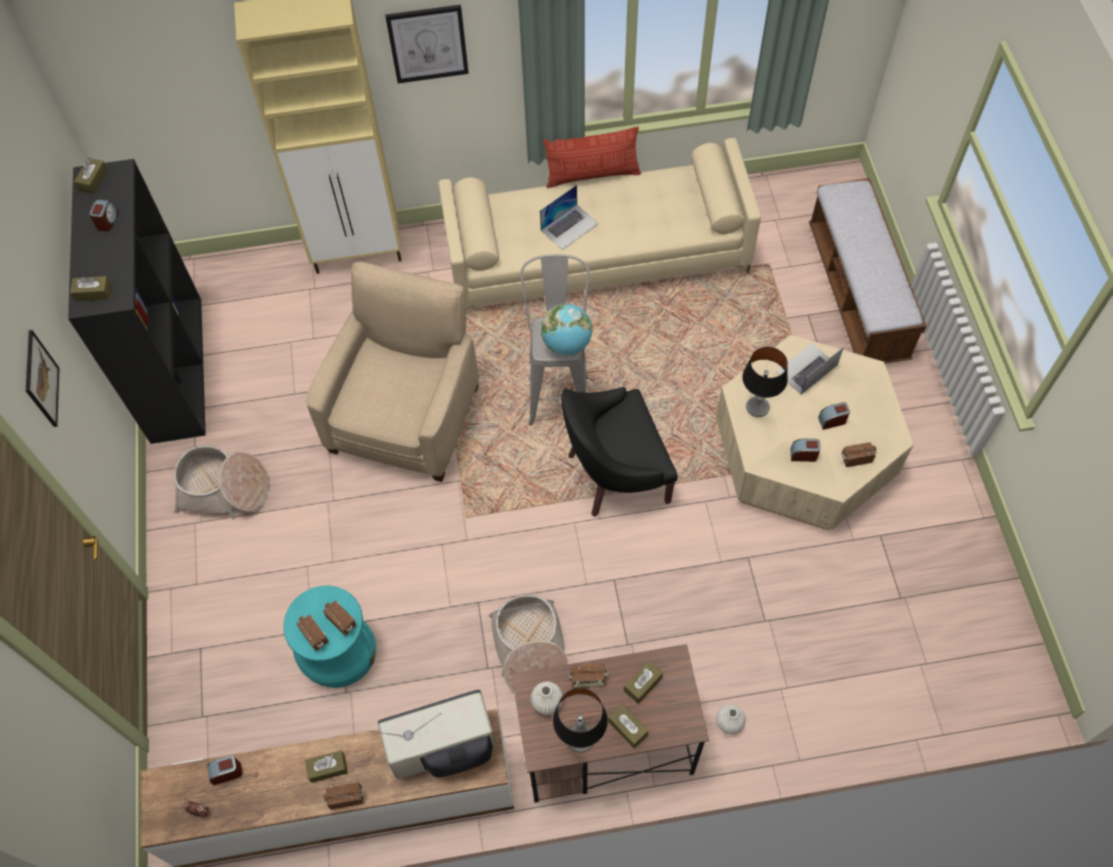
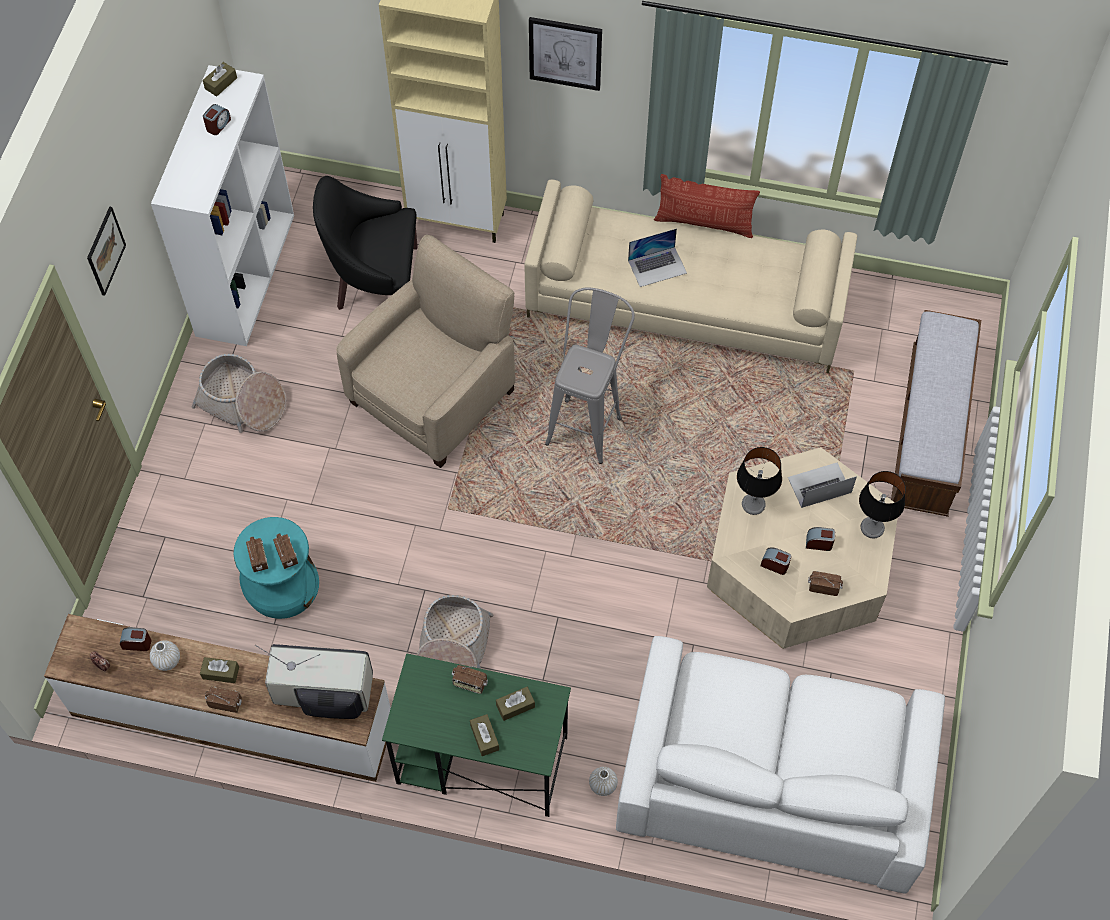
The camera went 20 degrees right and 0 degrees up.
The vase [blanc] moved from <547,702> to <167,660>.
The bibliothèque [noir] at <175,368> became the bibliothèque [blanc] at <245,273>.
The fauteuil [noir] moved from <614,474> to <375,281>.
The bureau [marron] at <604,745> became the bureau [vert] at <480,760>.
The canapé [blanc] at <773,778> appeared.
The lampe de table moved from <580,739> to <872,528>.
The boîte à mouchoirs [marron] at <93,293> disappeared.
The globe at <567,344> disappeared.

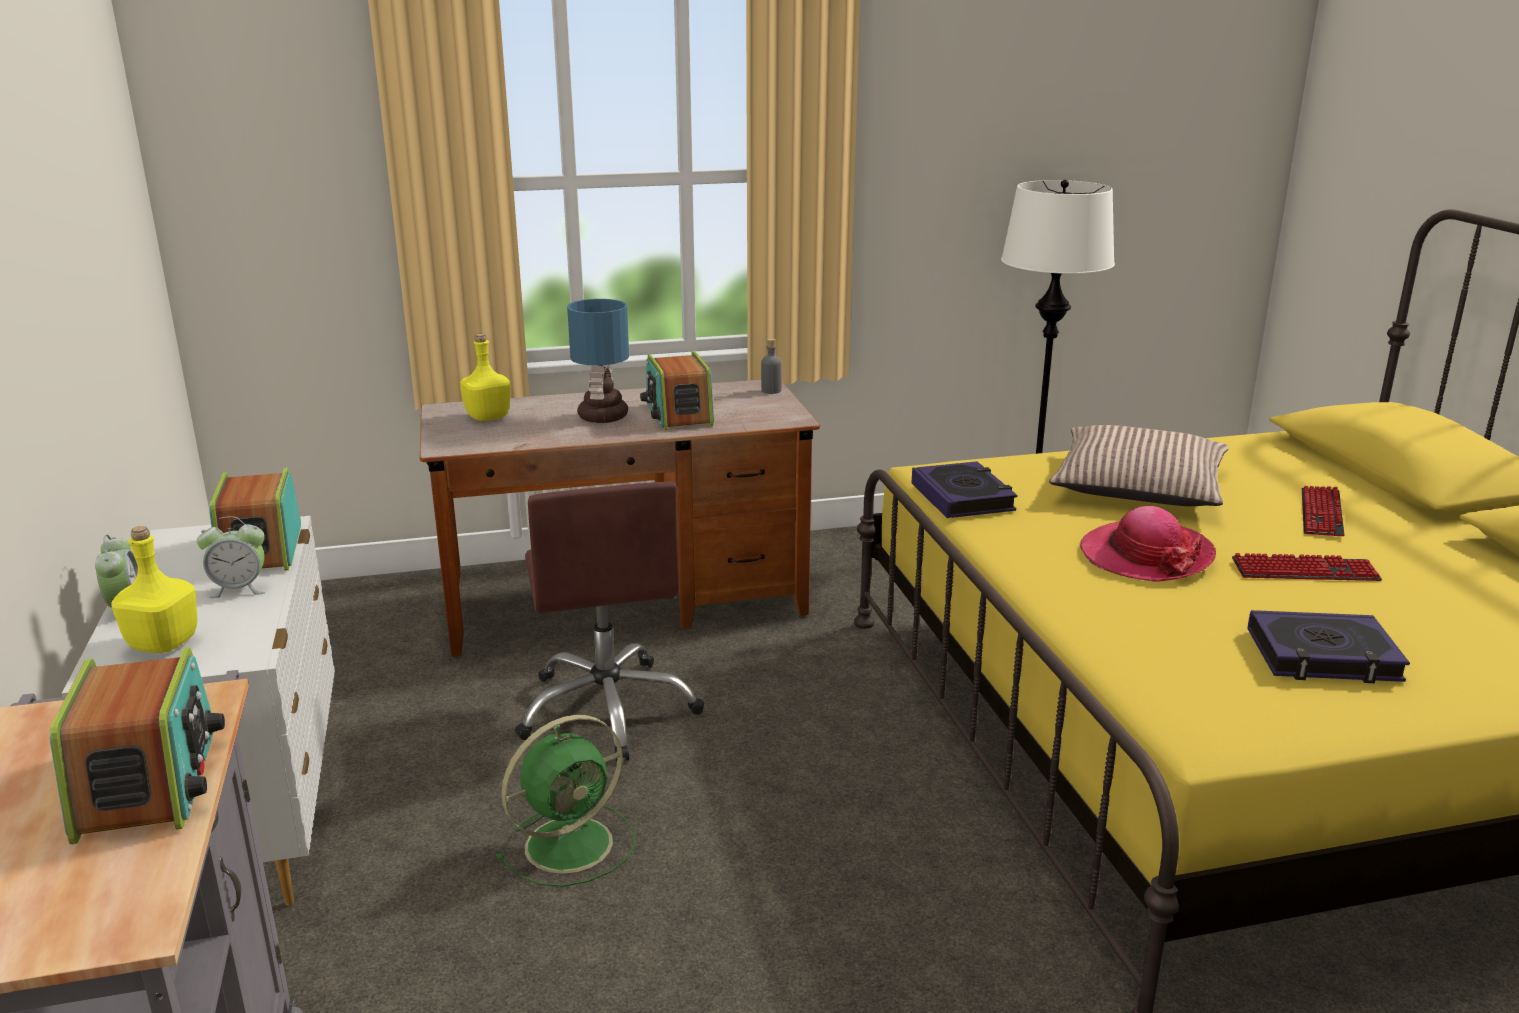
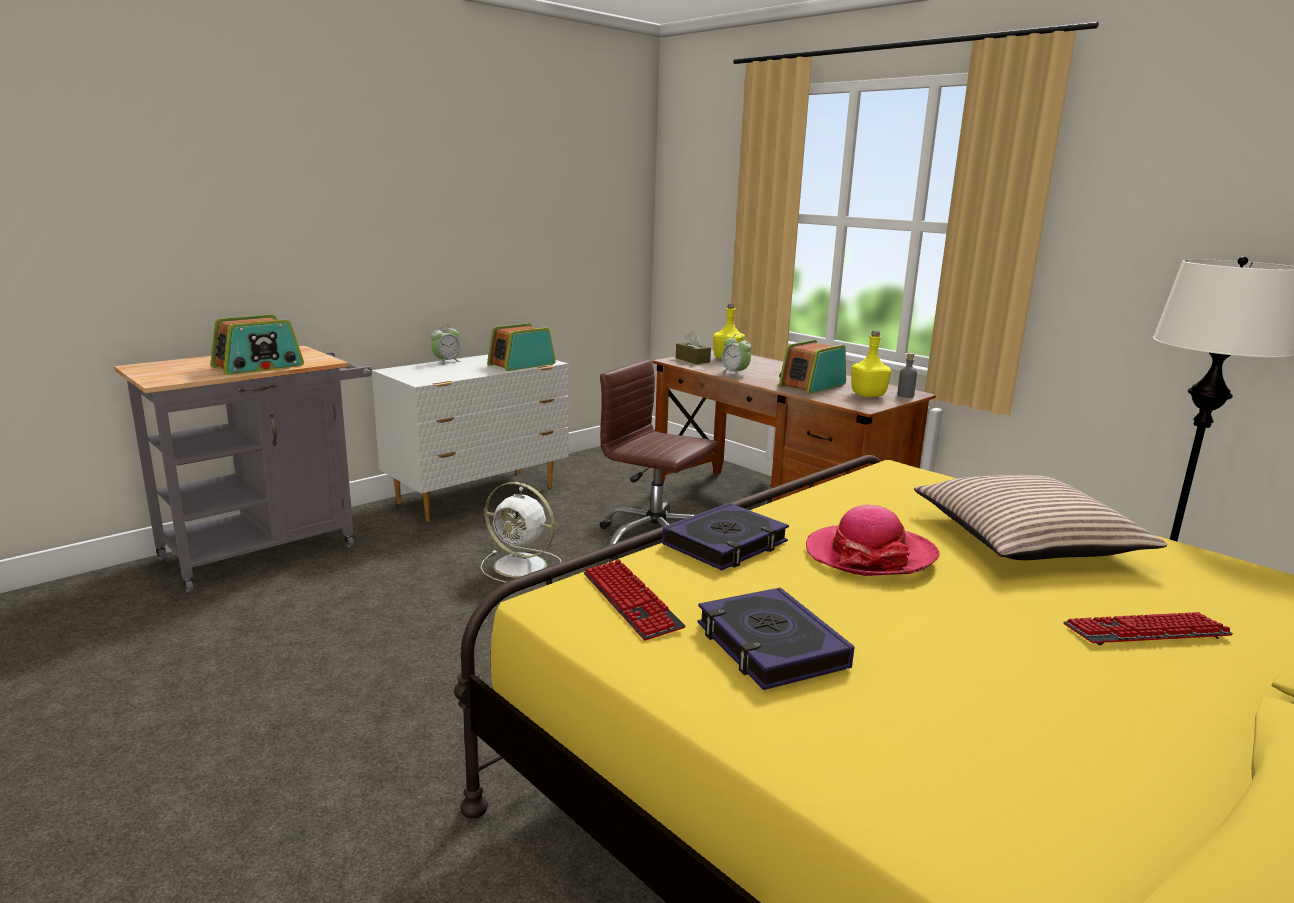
The camera went 60 degrees right and 5 degrees down.
The ventilateur [vert] at <572,843> became the ventilateur [blanc] at <522,566>.
The clavier moved from <1305,571> to <631,601>.
The chaise de bureau [marron] at <608,709> turned 75 degrees clockwise.
The livre moved from <962,497> to <725,544>.
The boîte à mouchoirs [marron] at <692,360> appeared.
The réveil moved from <239,589> to <735,373>.
The bouteille [jaune] moved from <165,643> to <868,395>.
The lampe de table at <603,417> disappeared.

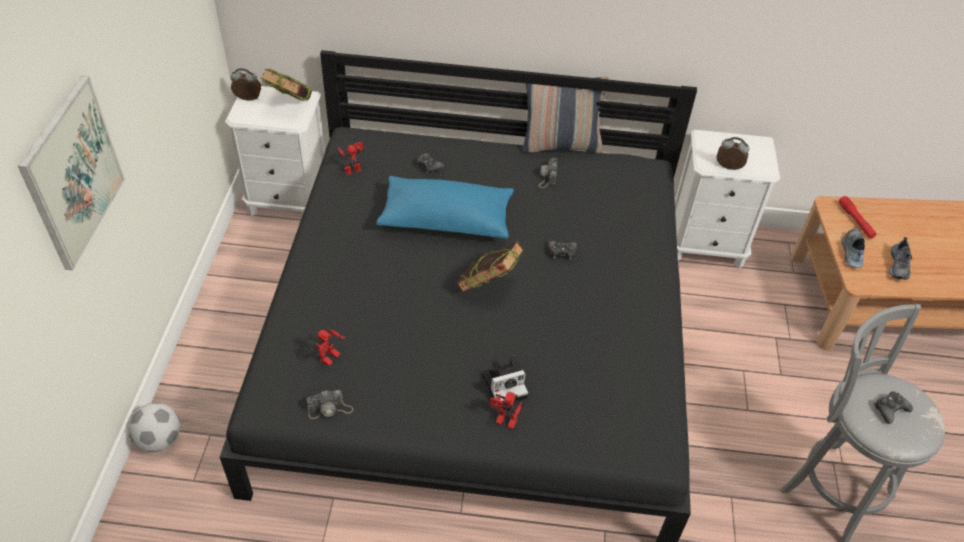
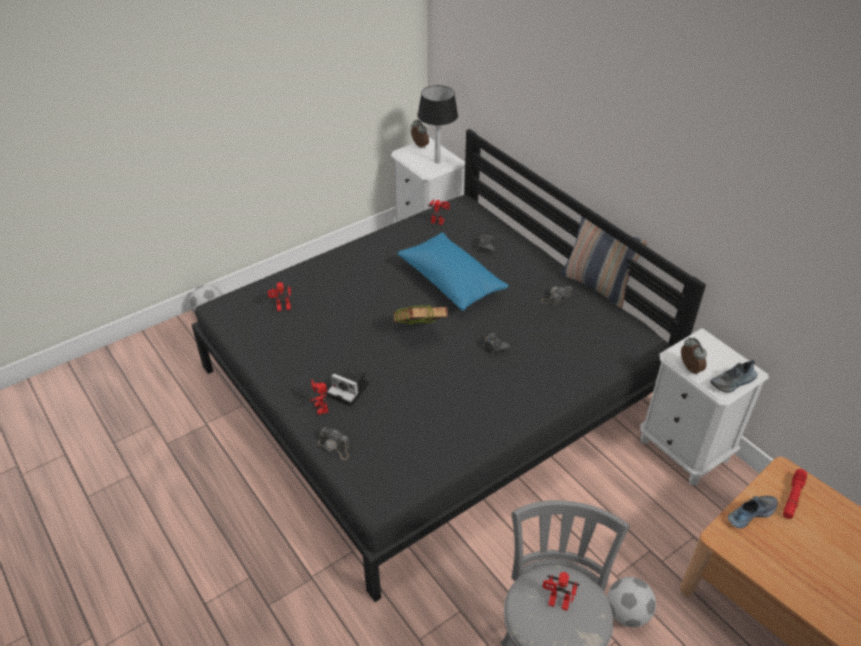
The camera went 50 degrees right and 5 degrees down.
The appareil photo moved from <330,409> to <335,447>.
The livre at <290,106> was replaced by the lampe de table at <437,161>.
The manette [noir] at <890,409> was replaced by the robot jouet at <556,604>.
The ballon de foot at <627,613> appeared.
The chaussure moved from <899,265> to <733,383>.
The tableau at <73,173> disappeared.

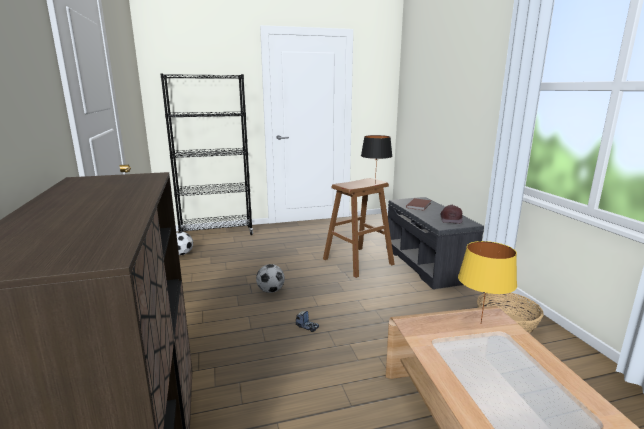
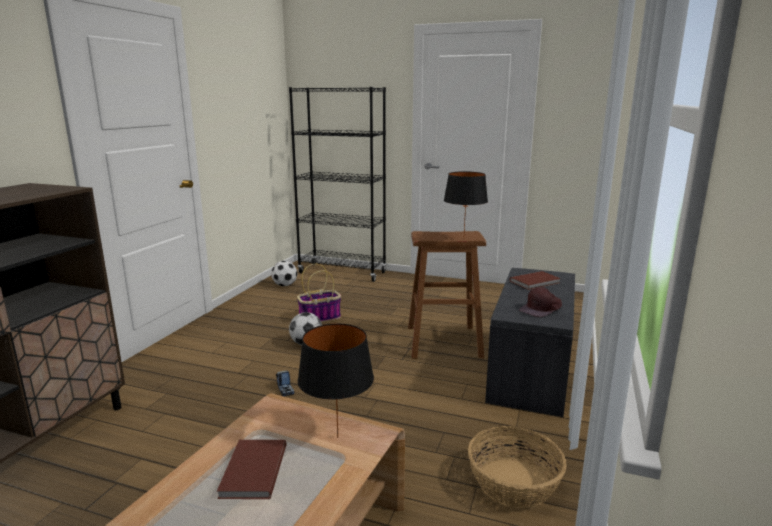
The camera went 35 degrees right and 0 degrees up.
The livre [marron] at <252,472> appeared.
The panier at <320,317> appeared.
The lampe de table [jaune] at <480,324> became the lampe de table [noir] at <336,437>.

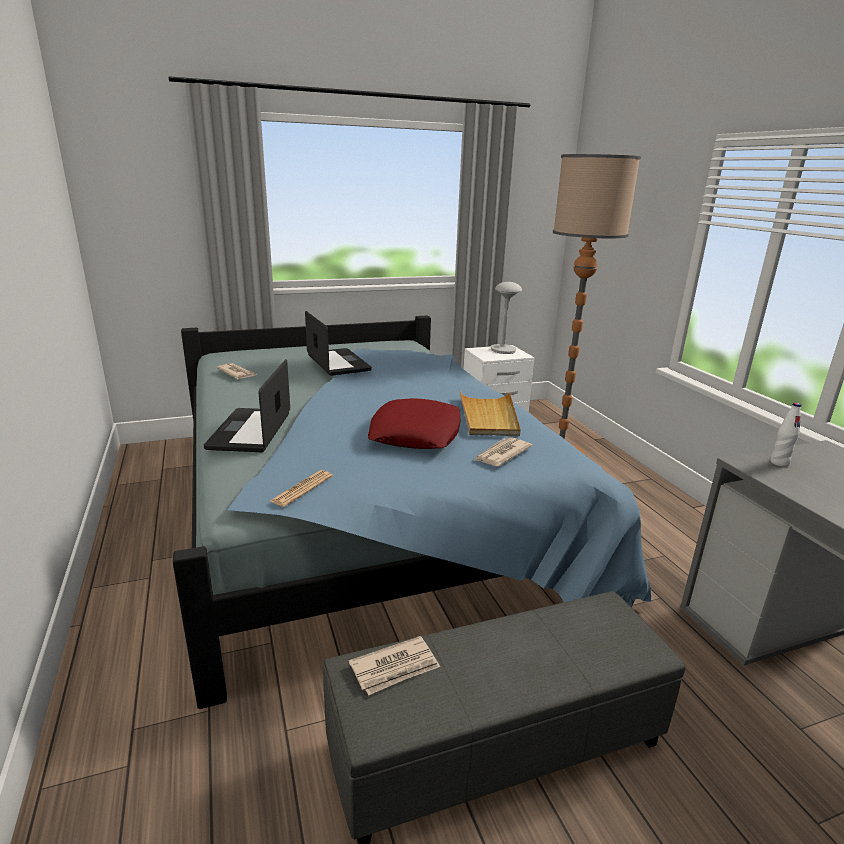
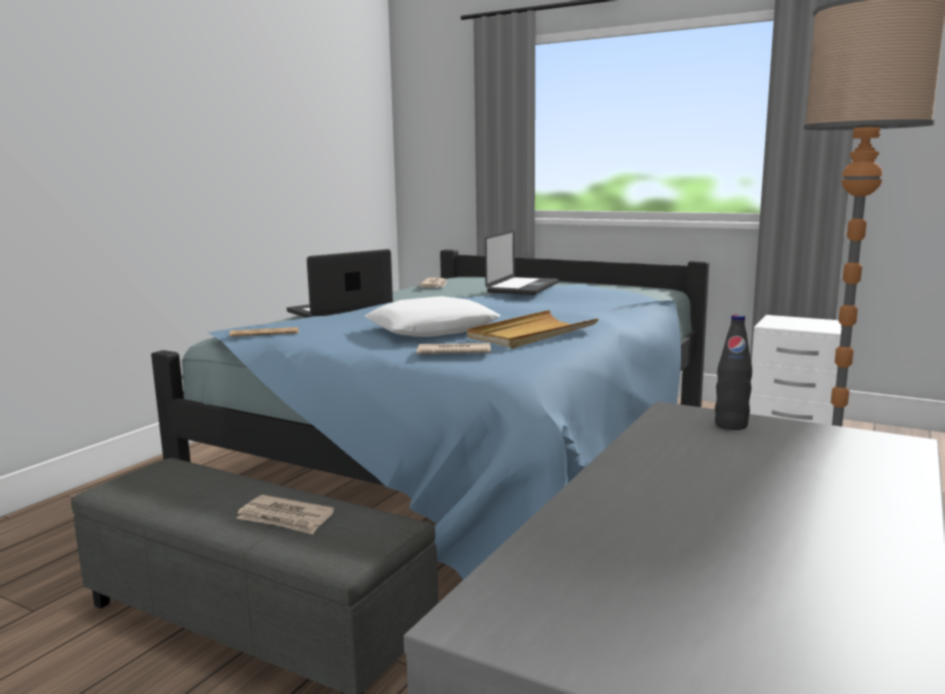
The camera went 50 degrees right and 10 degrees down.
The journal moved from <395,668> to <285,518>.
The coussin [rouge] at <416,433> became the coussin [blanc] at <432,329>.
The bouteille [blanc] at <779,462> became the bouteille [noir] at <731,425>.
The lampe de table [gris] at <502,350> disappeared.

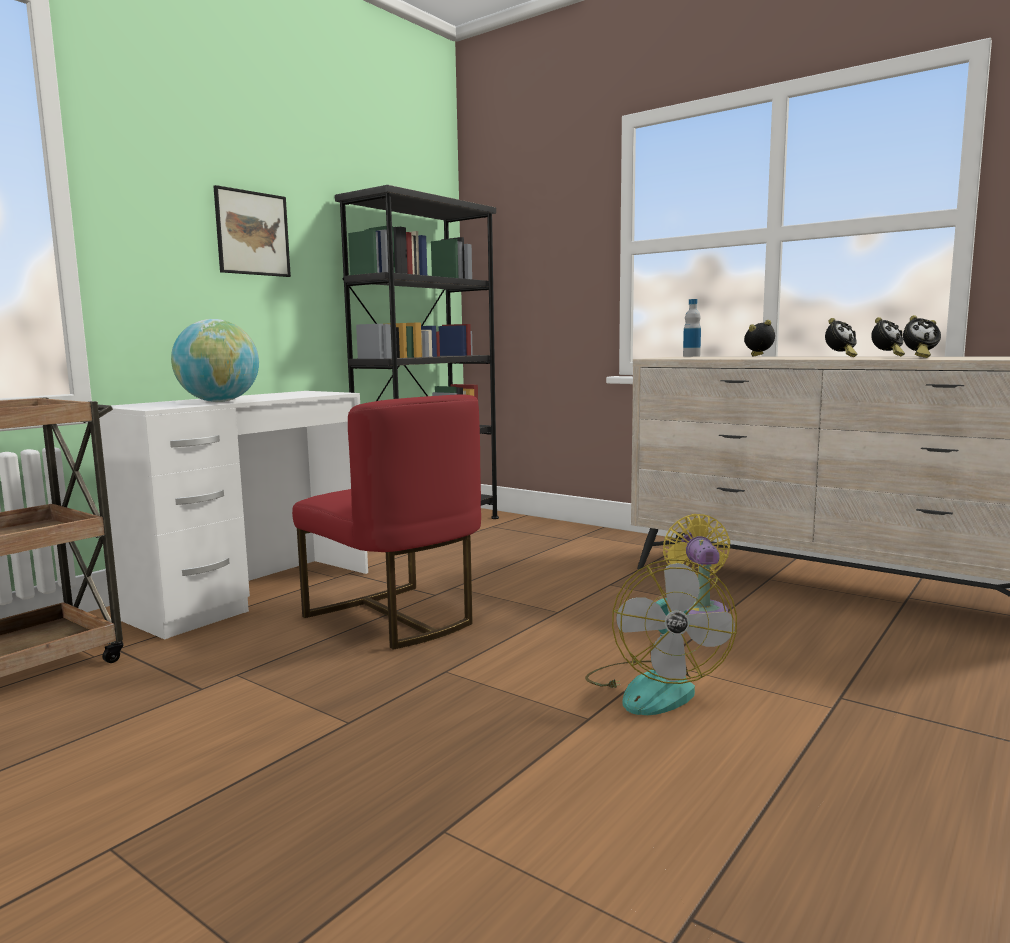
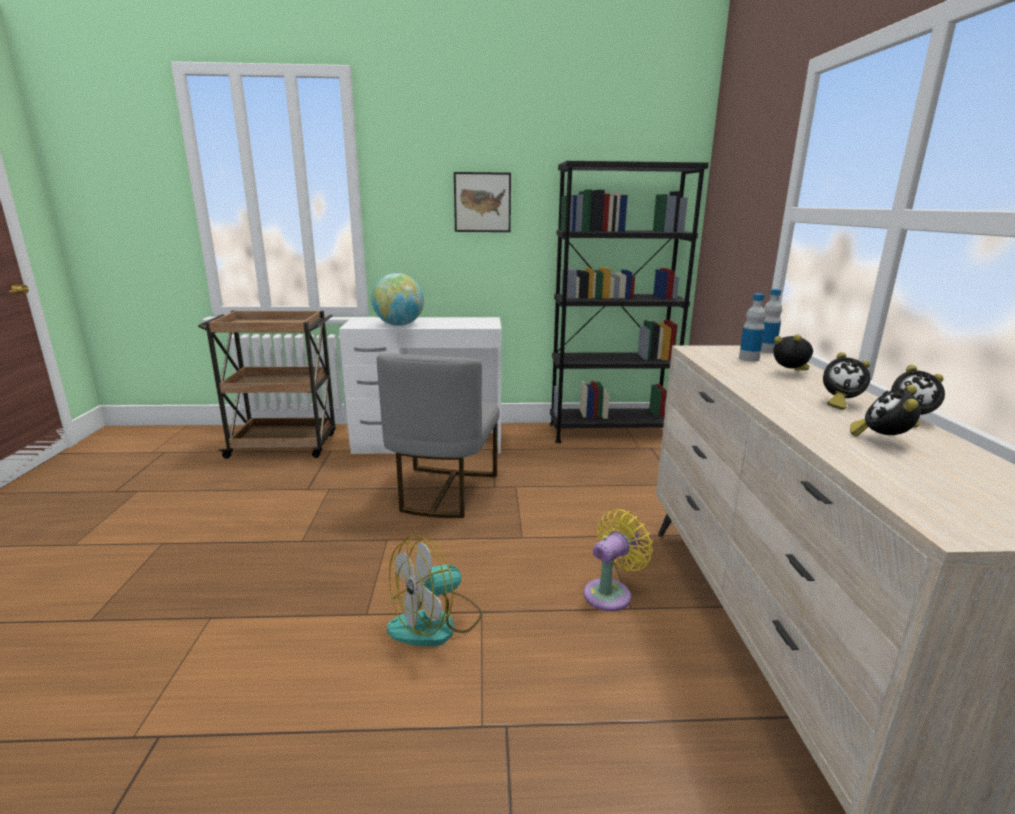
The camera went 50 degrees right and 10 degrees up.
The chaise [rouge] at <395,618> became the chaise [gris] at <443,492>.
The bouteille at <749,359> appeared.
The réveil at <919,357> turned 60 degrees clockwise.

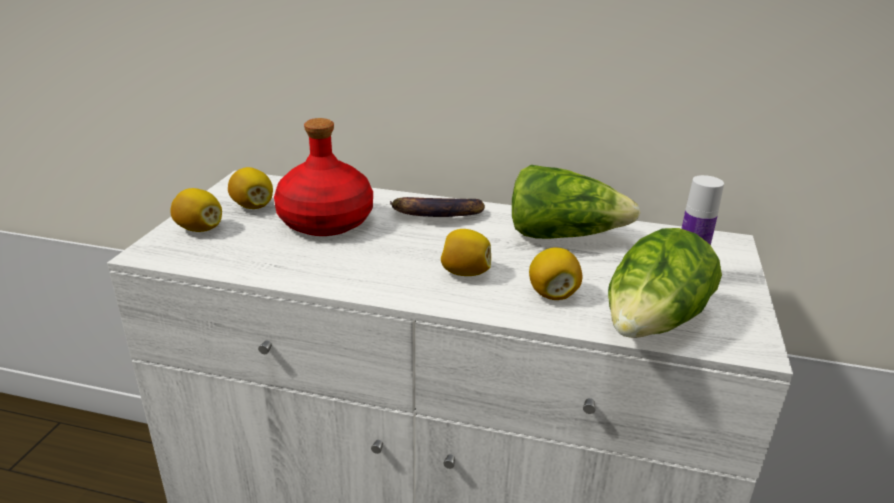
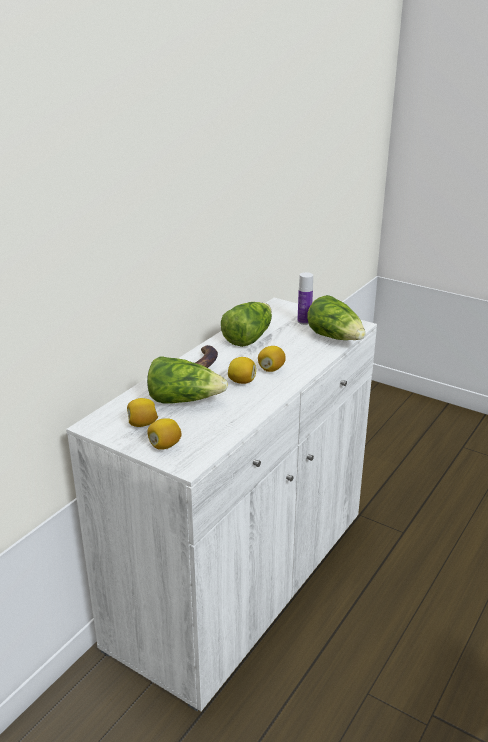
The camera went 70 degrees left and 0 degrees up.
The bouteille [rouge] at <326,221> was replaced by the laitue at <184,400>.
The citron moved from <552,294> to <242,381>.

